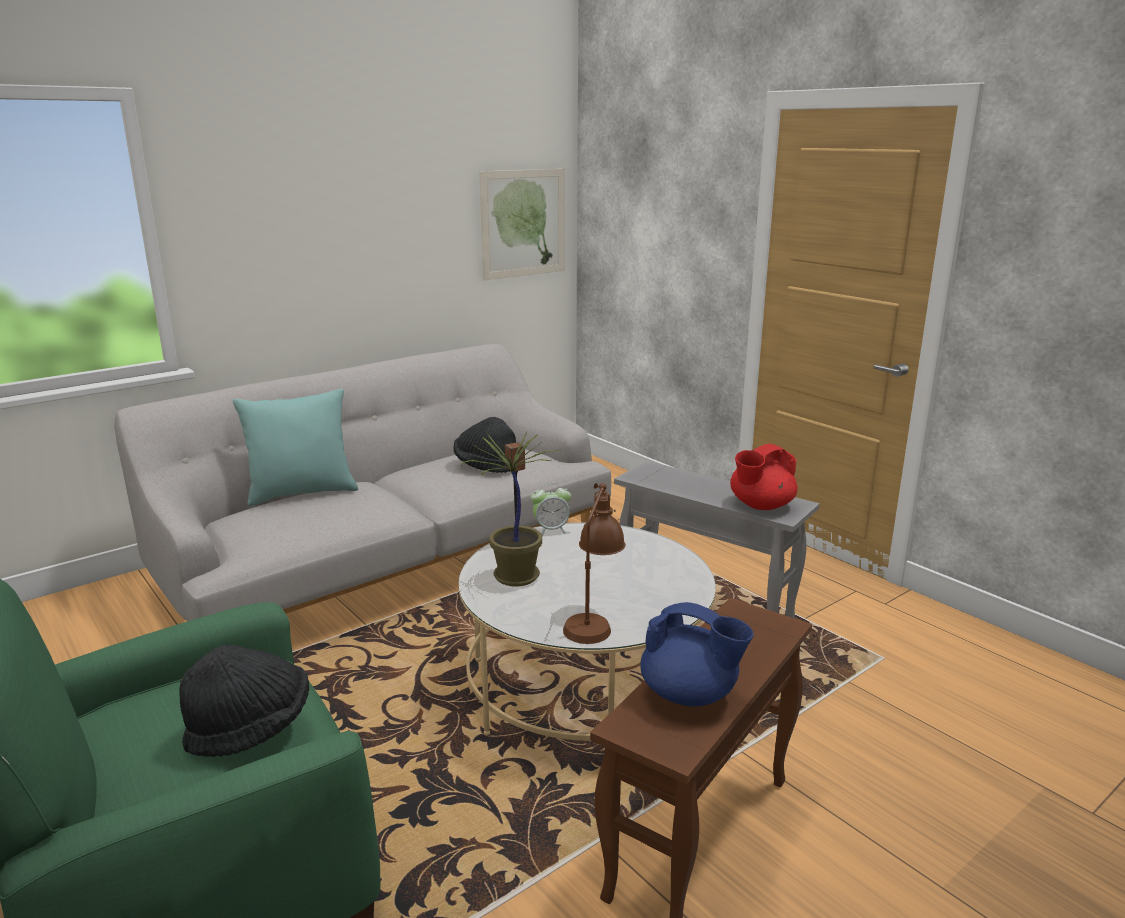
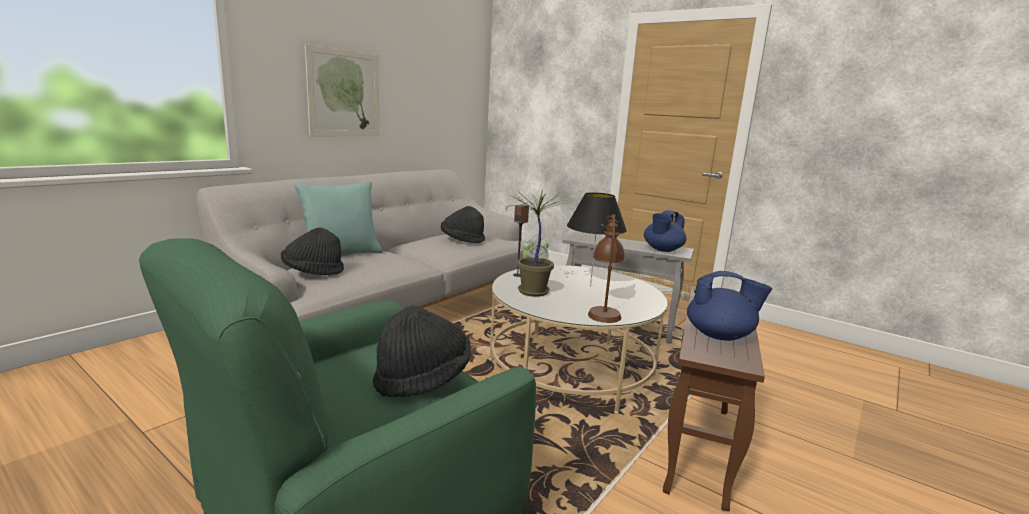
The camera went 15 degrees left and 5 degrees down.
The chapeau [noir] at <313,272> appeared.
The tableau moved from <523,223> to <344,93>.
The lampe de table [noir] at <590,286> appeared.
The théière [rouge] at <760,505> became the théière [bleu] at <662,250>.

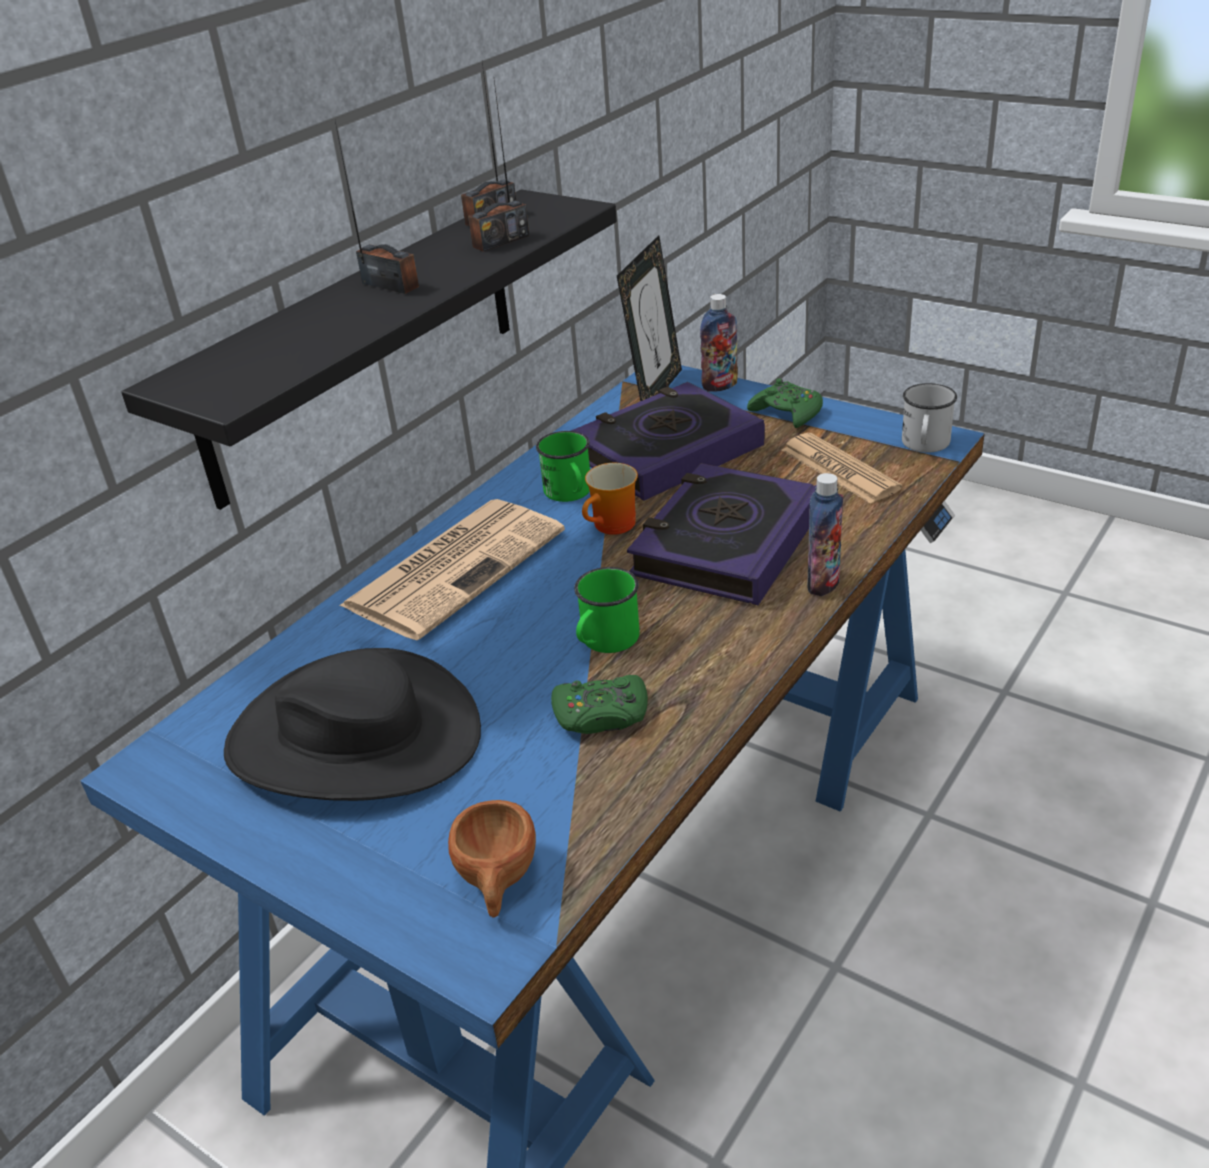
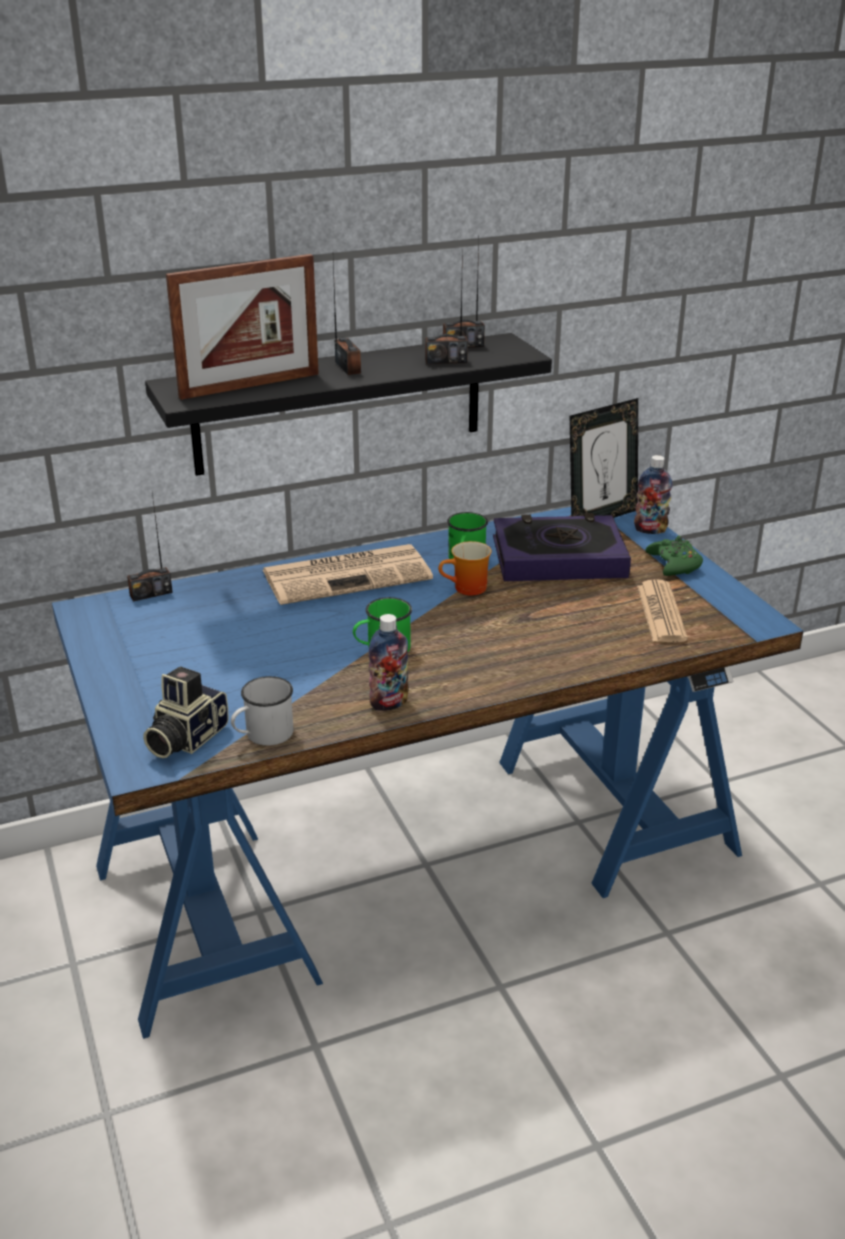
The camera went 30 degrees right and 5 degrees down.
The radio at <151,593> appeared.
The tasse [marron] at <497,882> was replaced by the appareil photo at <185,738>.
The cadre photo at <250,385> appeared.
The mug [blanc] moved from <924,445> to <263,735>.
The bouteille moved from <823,583> to <389,703>.
The chapeau [noir] at <354,737> disappeared.
The manette [vert] at <601,714> disappeared.
The livre at <726,544> disappeared.

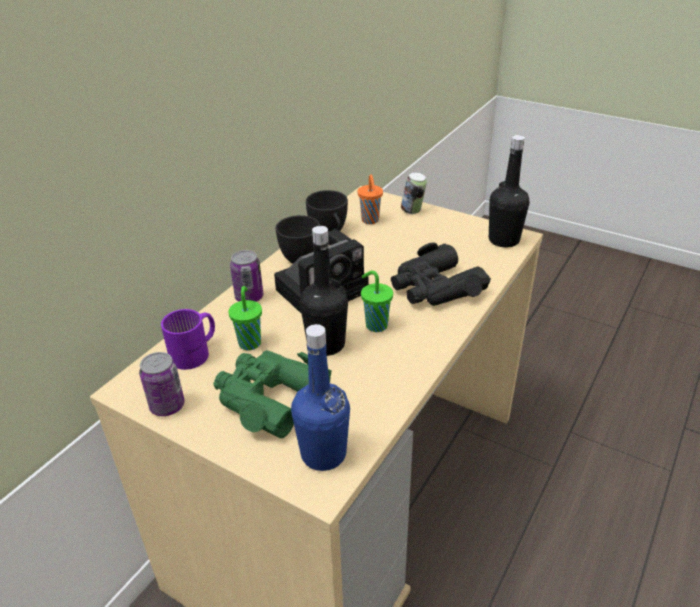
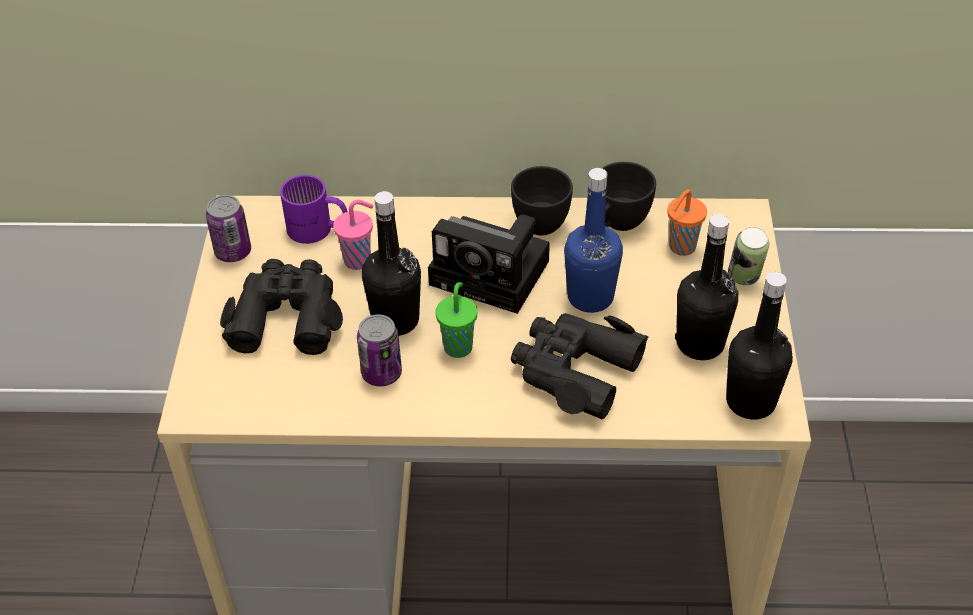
The camera went 60 degrees right and 10 degrees up.
The jumelles [vert] at <269,398> became the jumelles [noir] at <286,315>.
The tasse [vert] at <250,342> became the tasse [rose] at <359,260>.
The boîte métallique moved from <249,297> to <381,373>.
The bouteille [bleu] moved from <323,454> to <590,297>.
The bouteille [noir] at <700,344> appeared.

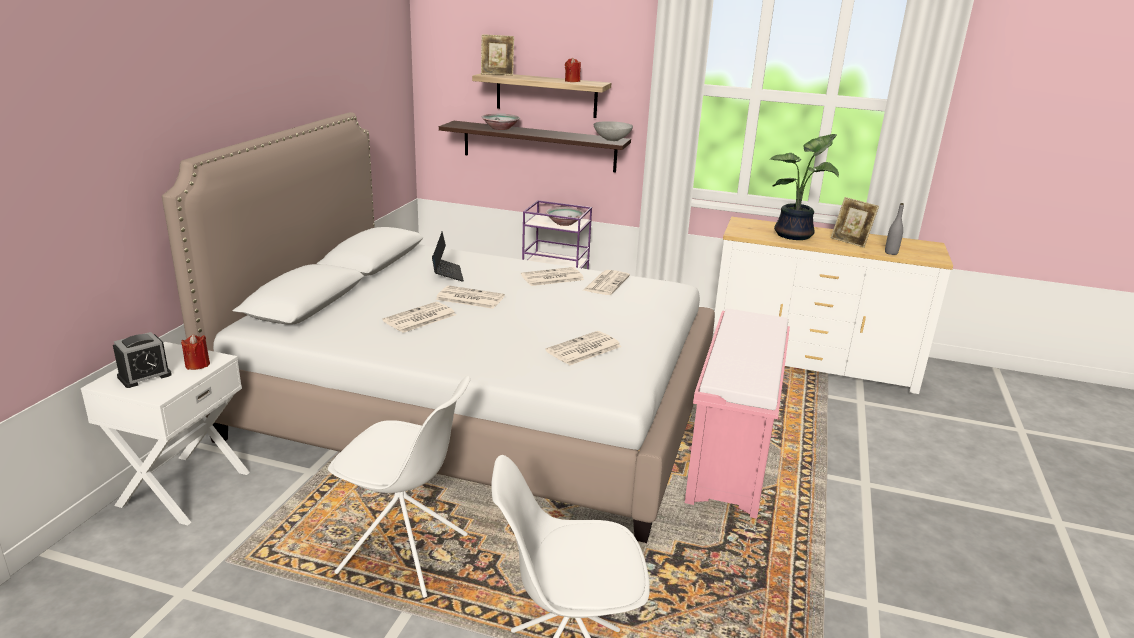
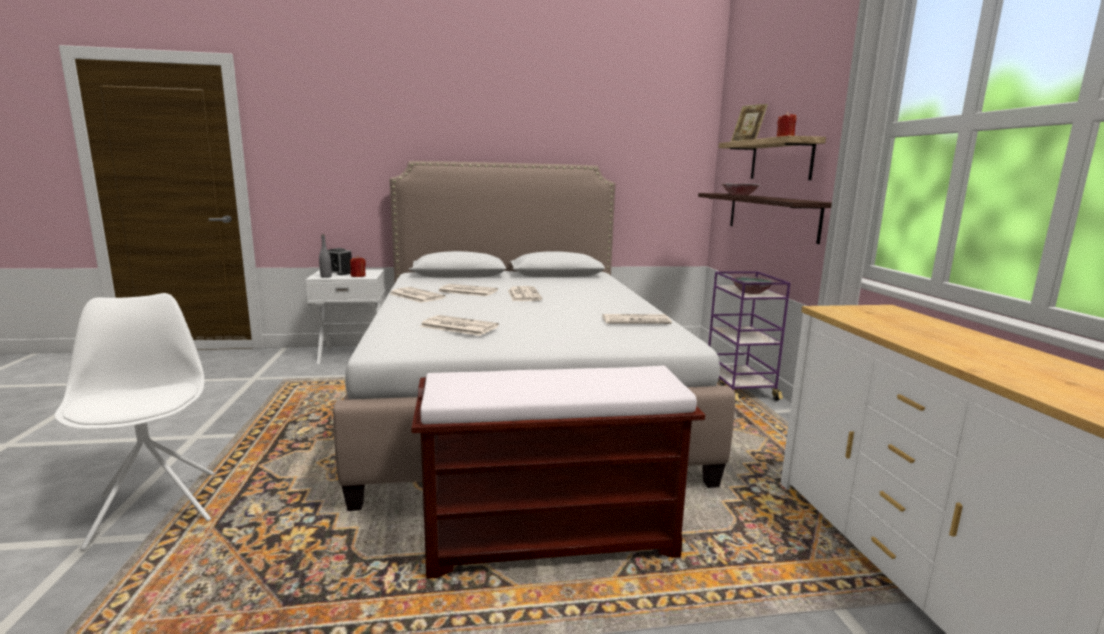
The camera went 65 degrees right and 10 degrees down.
The bouteille [gris] moved from <891,253> to <326,277>.
The journal moved from <551,278> to <415,296>.
The banc [rose] at <730,457> became the banc [marron] at <553,538>.
The chaise [blanc] at <405,555> disappeared.
The ordinateur portable at <447,274> disappeared.
The bol [gris] at <612,140> disappeared.
The plante en pot at <796,235> disappeared.
The cadre photo at <850,241> disappeared.

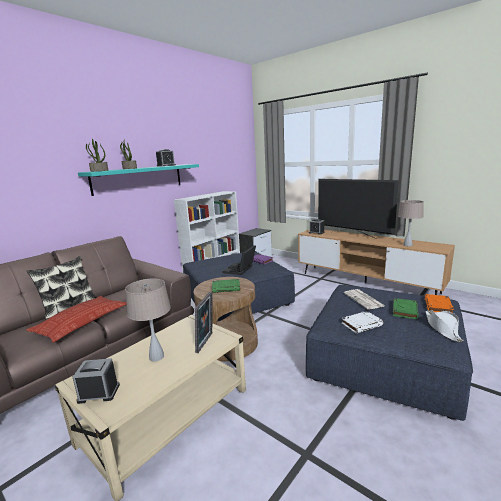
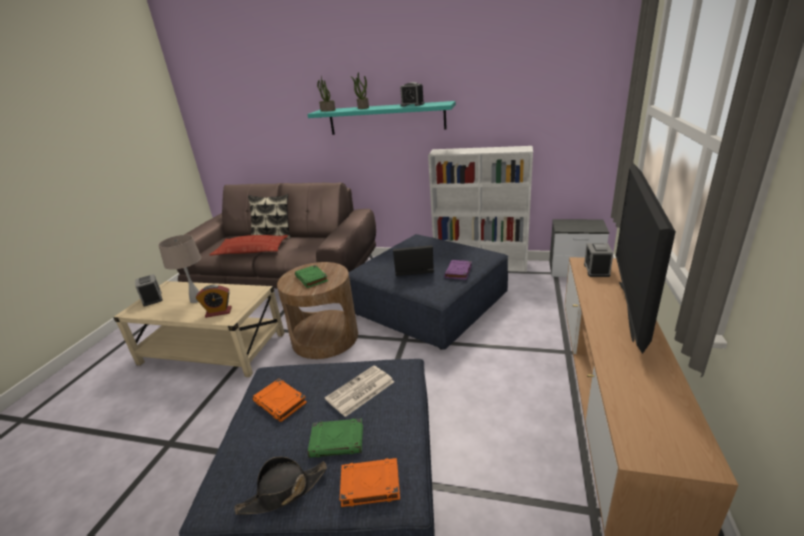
The camera went 65 degrees right and 10 degrees up.
The cadre photo at <206,343> was replaced by the réveil at <218,312>.
The chapeau [blanc] at <443,328> became the chapeau [noir] at <283,492>.
The livre [blanc] at <362,324> became the livre [orange] at <281,402>.
The lampe de table [beige] at <407,245> disappeared.

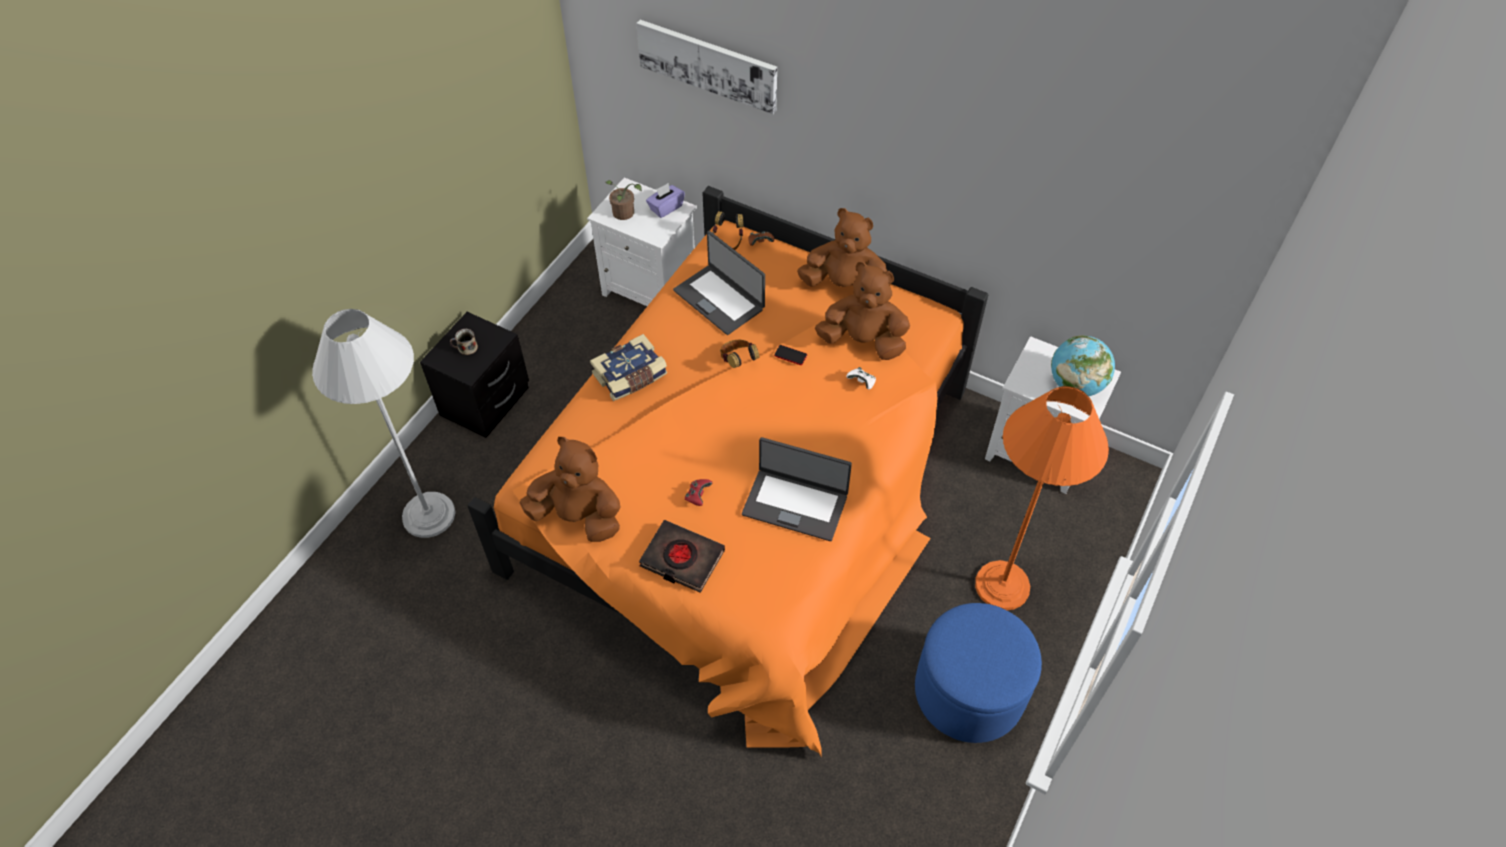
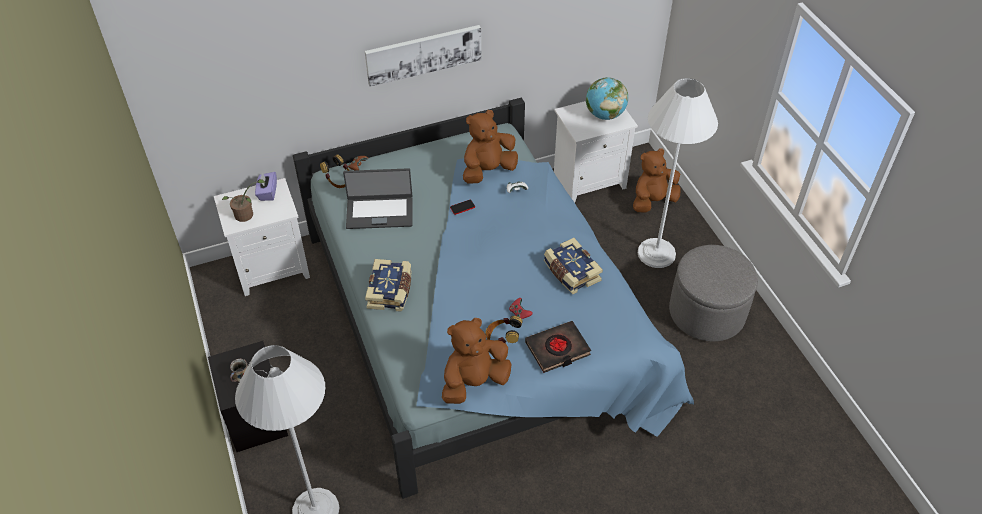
The camera went 50 degrees left and 5 degrees down.
The lit [orange] at <748,493> became the lit [bleu] at <483,322>.
The tableau moved from <708,64> to <423,54>.
The casque audio moved from <738,361> to <502,338>.
The ordinateur portable at <795,504> was replaced by the livre at <570,273>.
The peluche [marron] moved from <844,287> to <653,201>.
The lampadaire [orange] at <1002,585> became the lampadaire [blanc] at <656,253>.
The pouf [bleu] at <969,691> became the pouf [gris] at <707,312>.

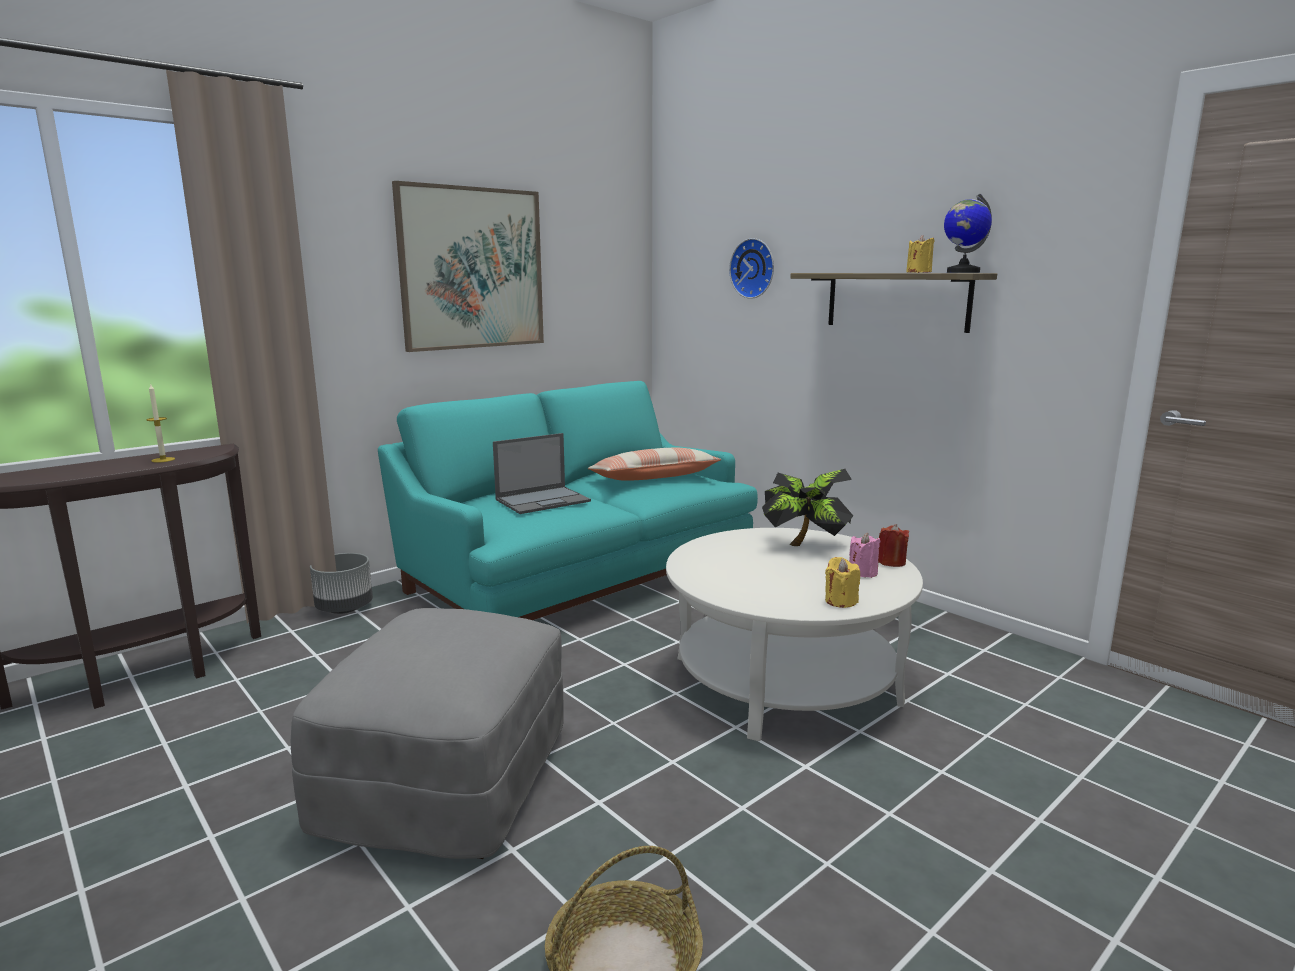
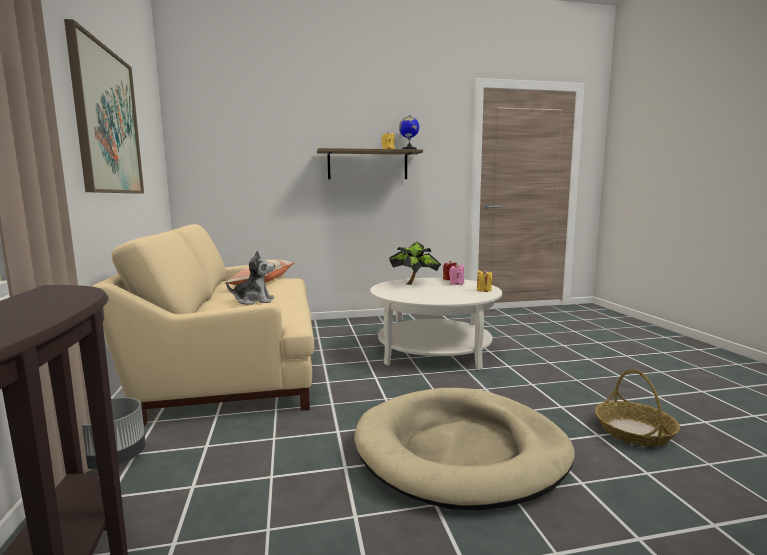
The camera went 60 degrees left and 5 degrees down.
The canapé [turquoise] at <578,574> became the canapé [beige] at <234,364>.
The ordinateur portable at <543,500> was replaced by the peluche at <254,301>.
The pouf [gris] at <448,782> was replaced by the panier pour chien [beige] at <461,451>.
The bougie at <163,460> disappeared.
The horloge murale at <754,268> disappeared.

